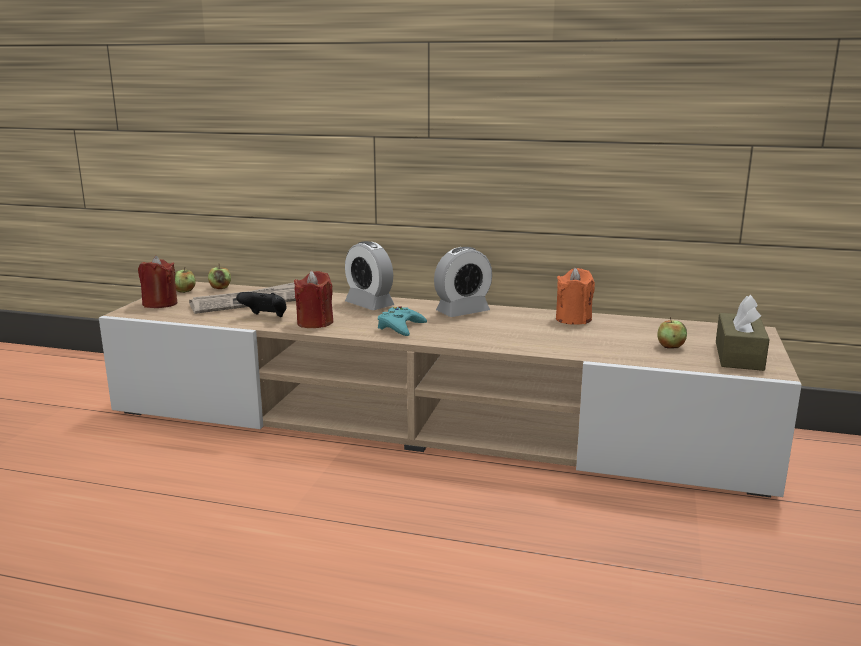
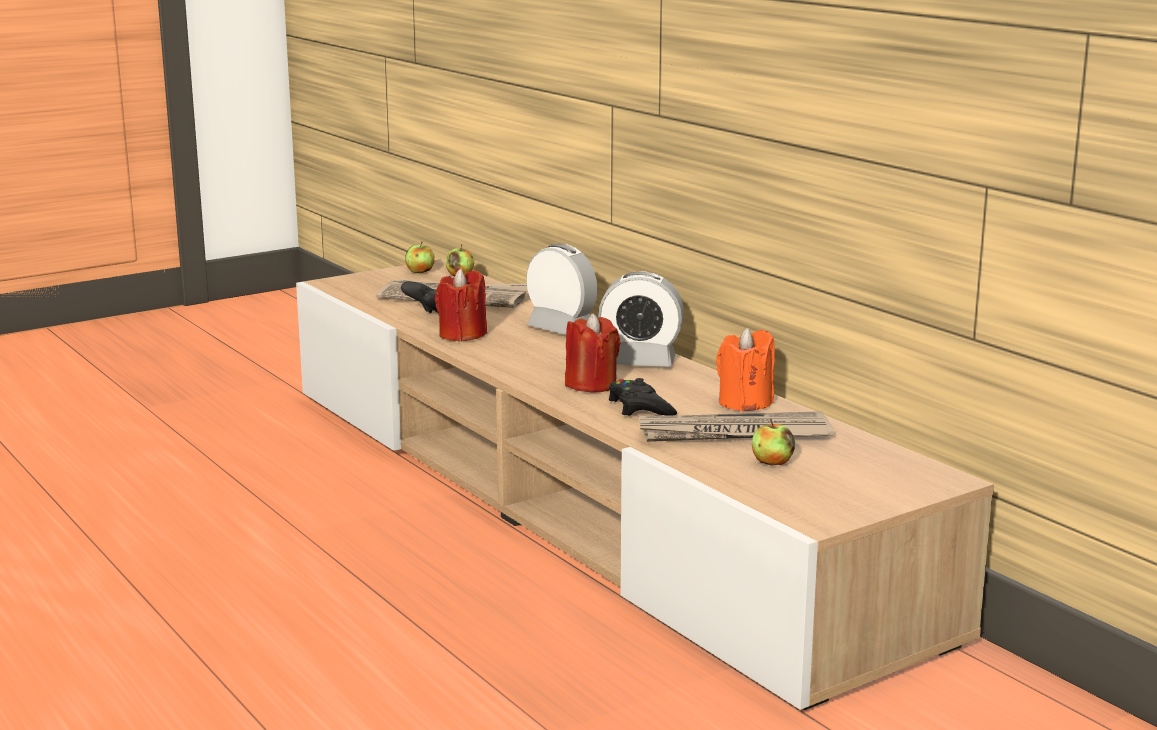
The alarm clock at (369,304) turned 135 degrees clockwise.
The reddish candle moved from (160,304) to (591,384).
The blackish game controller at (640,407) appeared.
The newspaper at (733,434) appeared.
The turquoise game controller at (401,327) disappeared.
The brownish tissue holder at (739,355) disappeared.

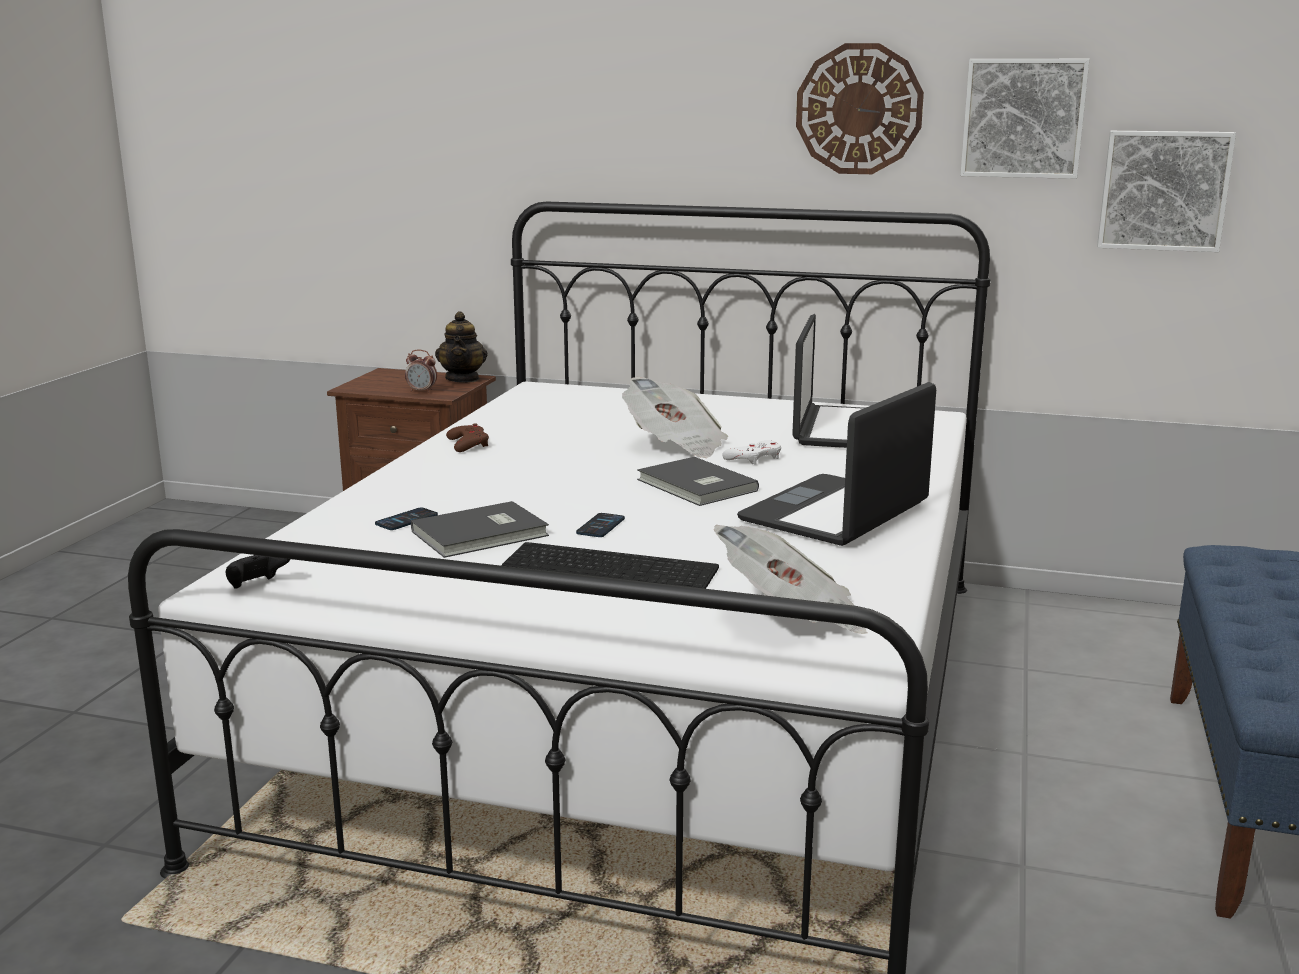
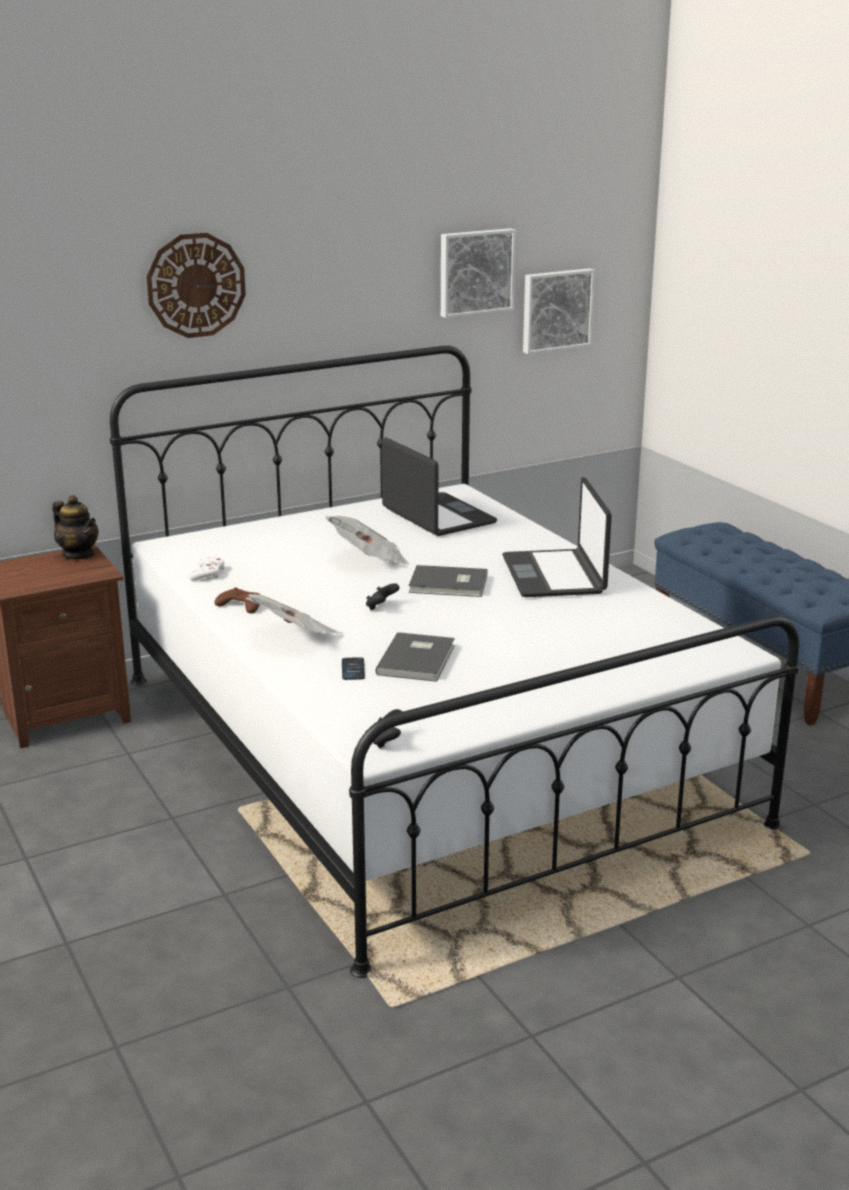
The wall clock moved from (859,109) to (196,285).
The whitish game controller moved from (754,458) to (208,573).
The newspaper moved from (791,617) to (295,638).
The blackish game controller at (381,607) appeared.
The alarm clock at (422,391) disappeared.
The PC keyboard at (613,567) disappeared.
The handset at (600,526) disappeared.

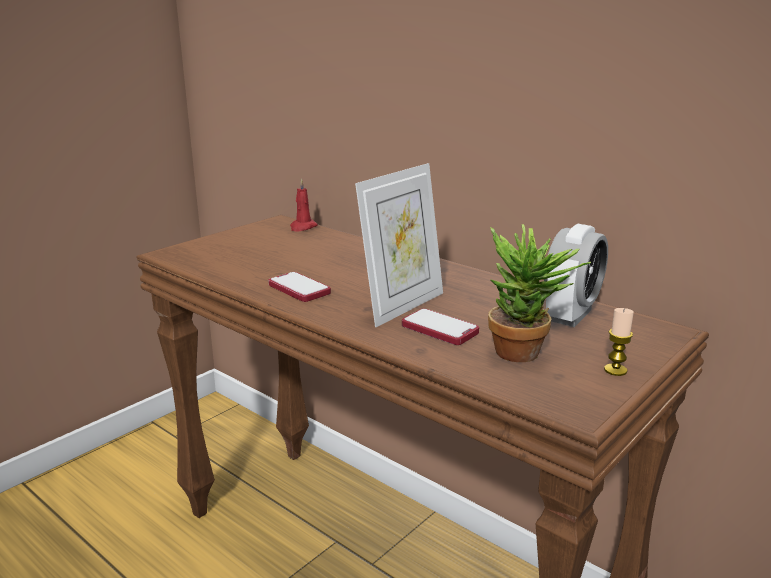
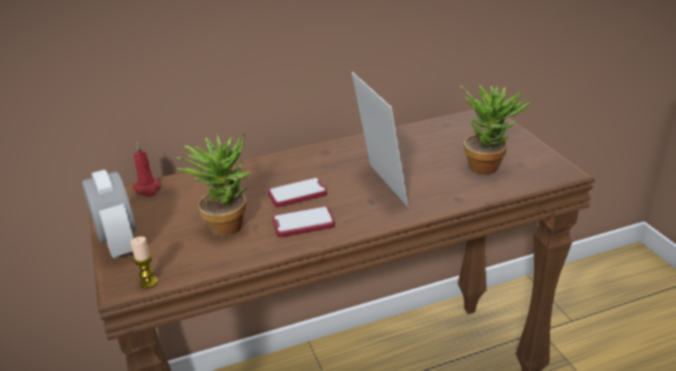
The alarm clock moved from (571,315) to (119,244).
The candle moved from (615,370) to (148,282).
The plant in a pot at (226,222) appeared.
The handset moved from (439,329) to (297,194).

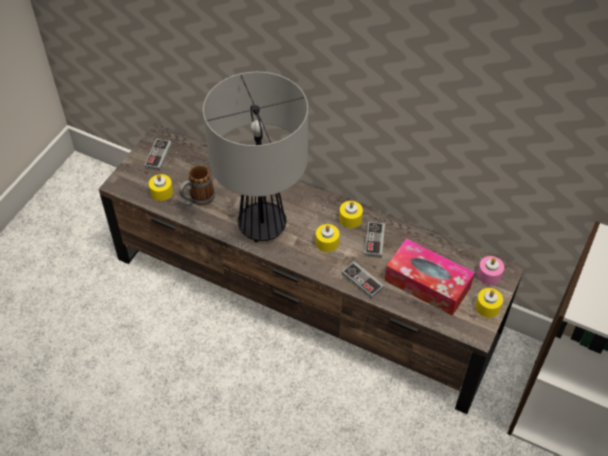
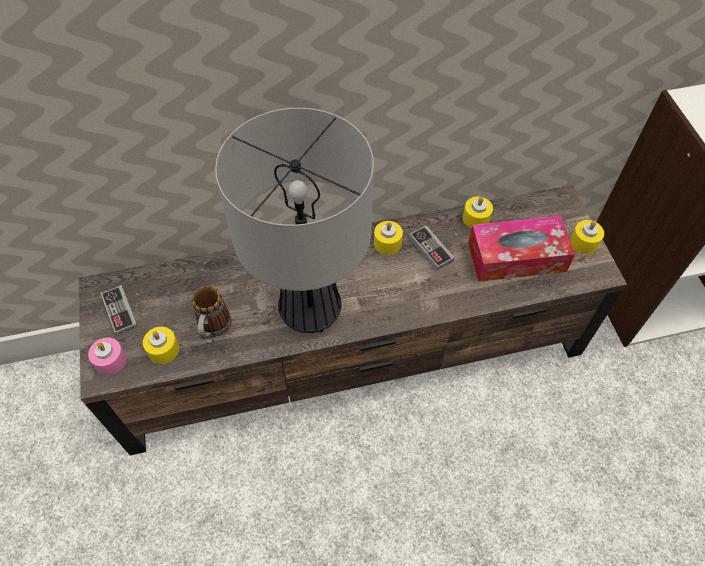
The pink candle moved from (489,275) to (111,360).
The yellowish candle moved from (327,242) to (476,218).
The game controller at (362,281) disappeared.

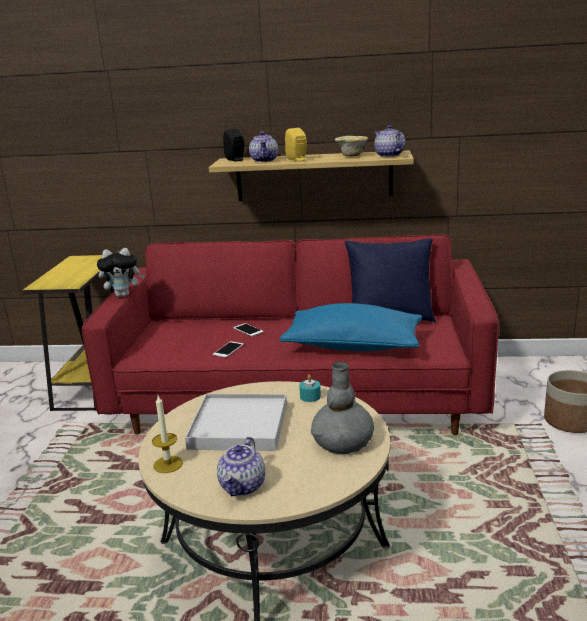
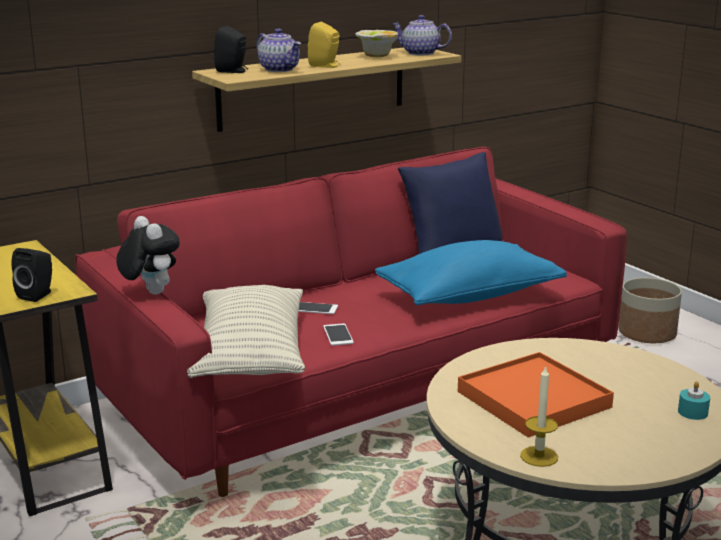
The blackish audio speaker at (38,295) appeared.
The soft toy at (124,295) turned 75 degrees counterclockwise.
The cushion at (250,355) appeared.
The whitish carrying tray at (239,426) became the orange-coloured carrying tray at (533,399).
The turquoise candle moved from (310,396) to (692,412).
The teapot at (243,486) disappeared.
The greyish vase at (343,442) disappeared.

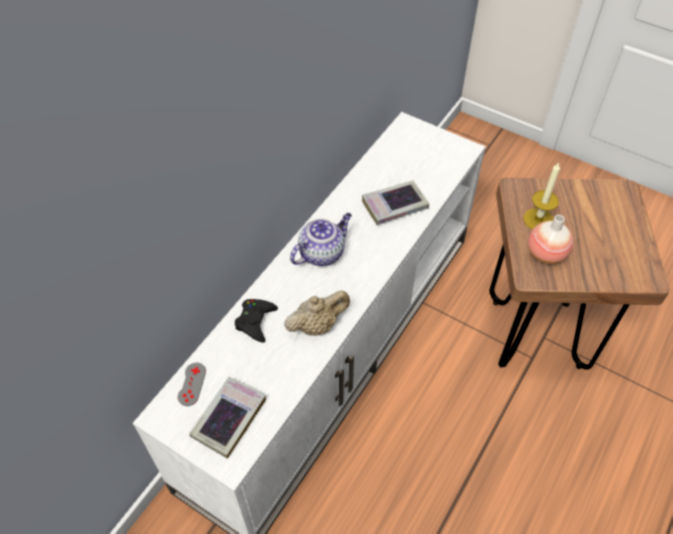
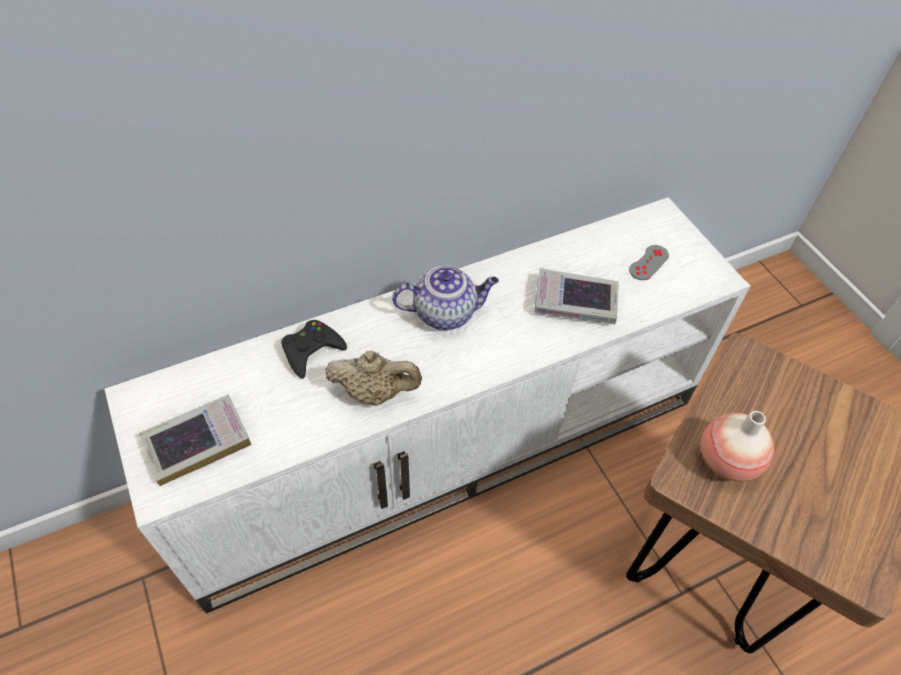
The greyish game controller moved from (192,384) to (648,262).
The candle at (538,219) disappeared.

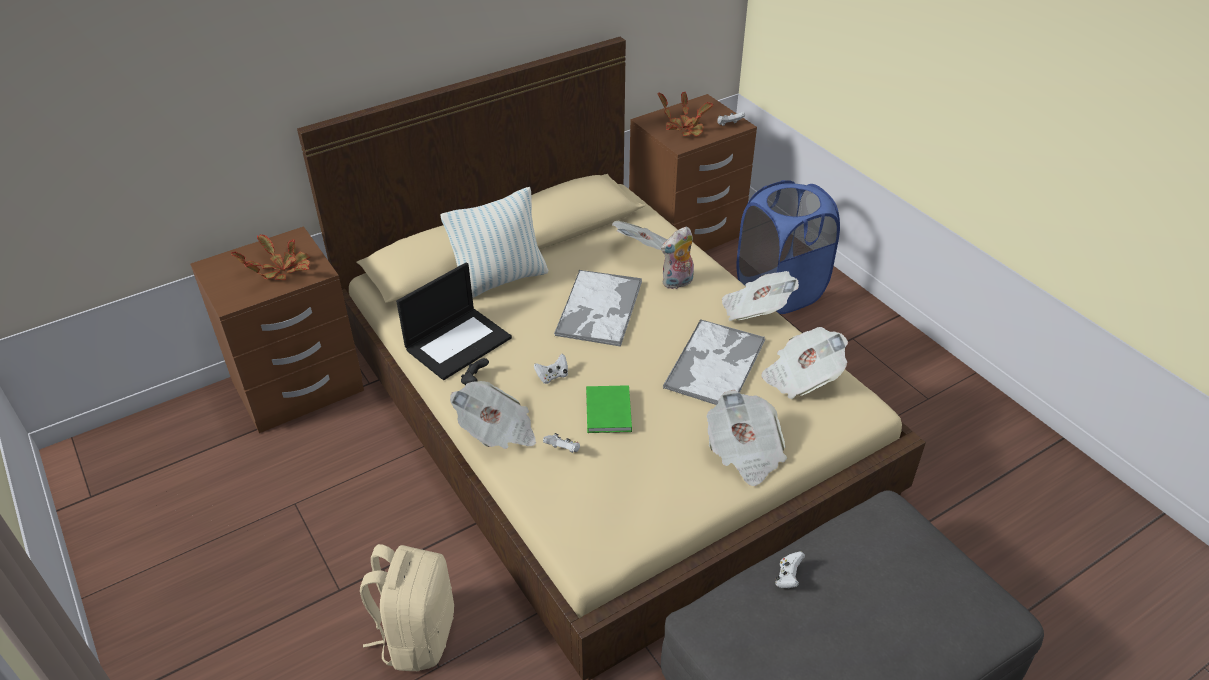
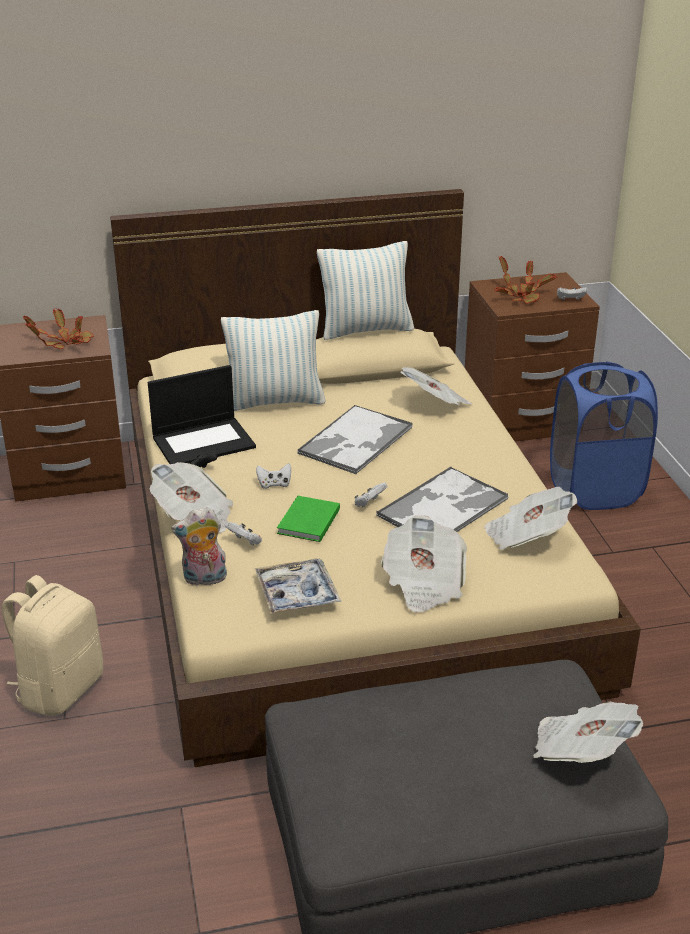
The soft toy moved from (677,283) to (204,579).
The carrying tray at (297,593) appeared.
The cushion at (365,330) appeared.
The whitish game controller moved from (788,577) to (369,503).
The newspaper moved from (755,310) to (581,751).

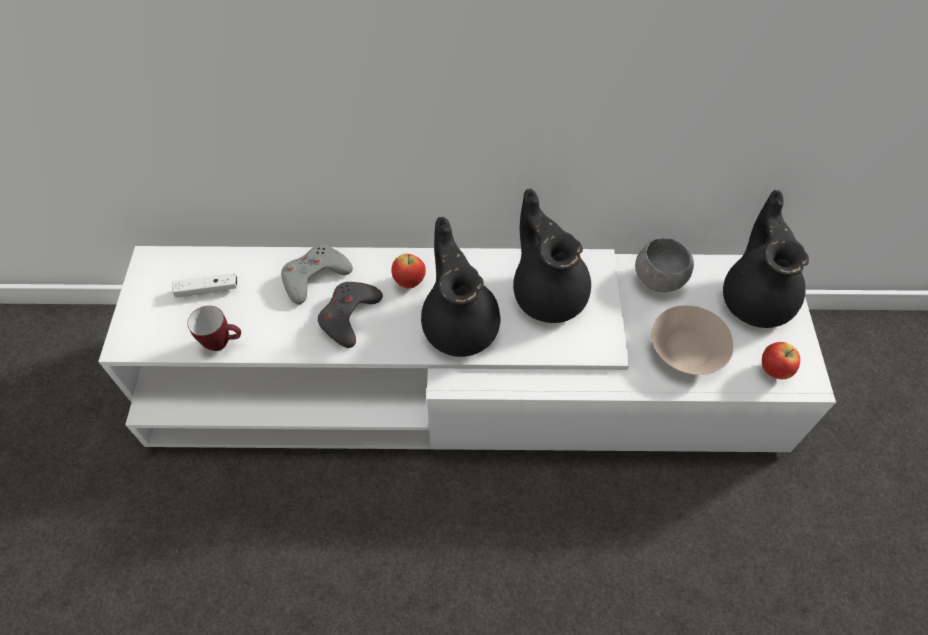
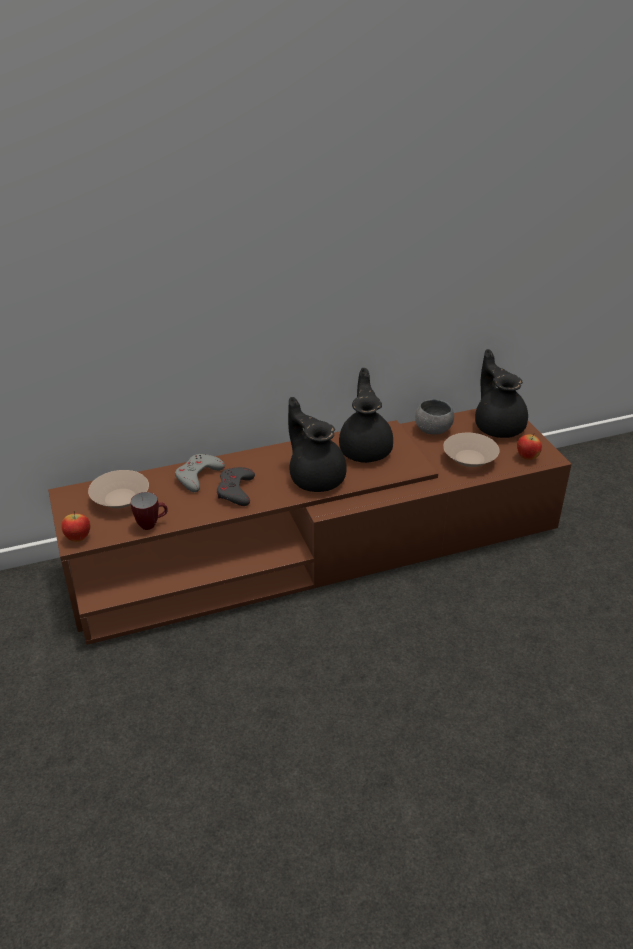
The whitish tv unit at (464,381) became the brownish tv unit at (316,547).
The whole apple moved from (409,282) to (78,538).
The whitish game controller at (207,290) was replaced by the beige-coloured bowl at (121,500).
The blackish teapot at (548,293) turned 45 degrees clockwise.

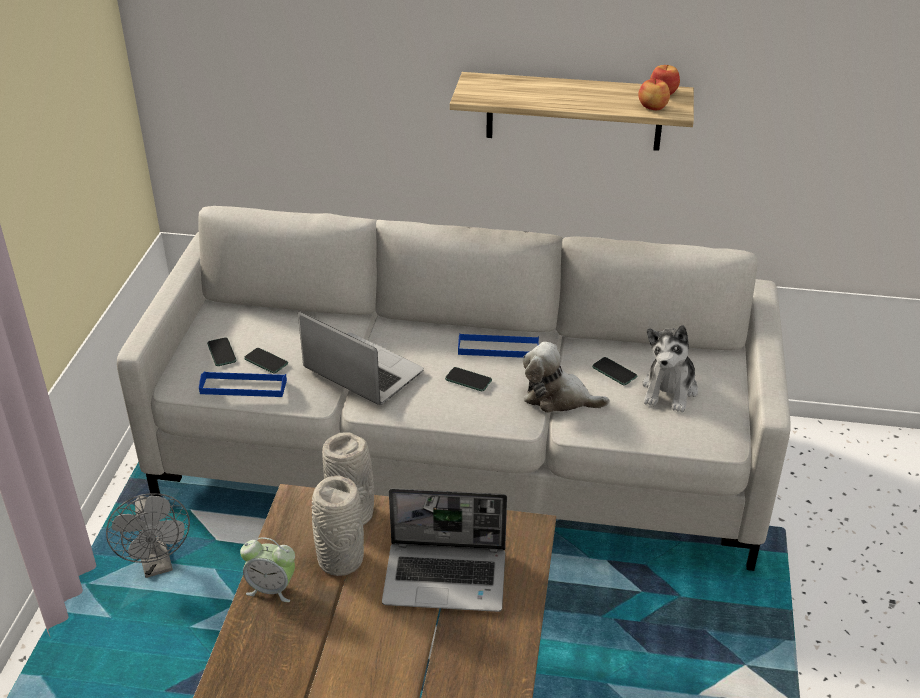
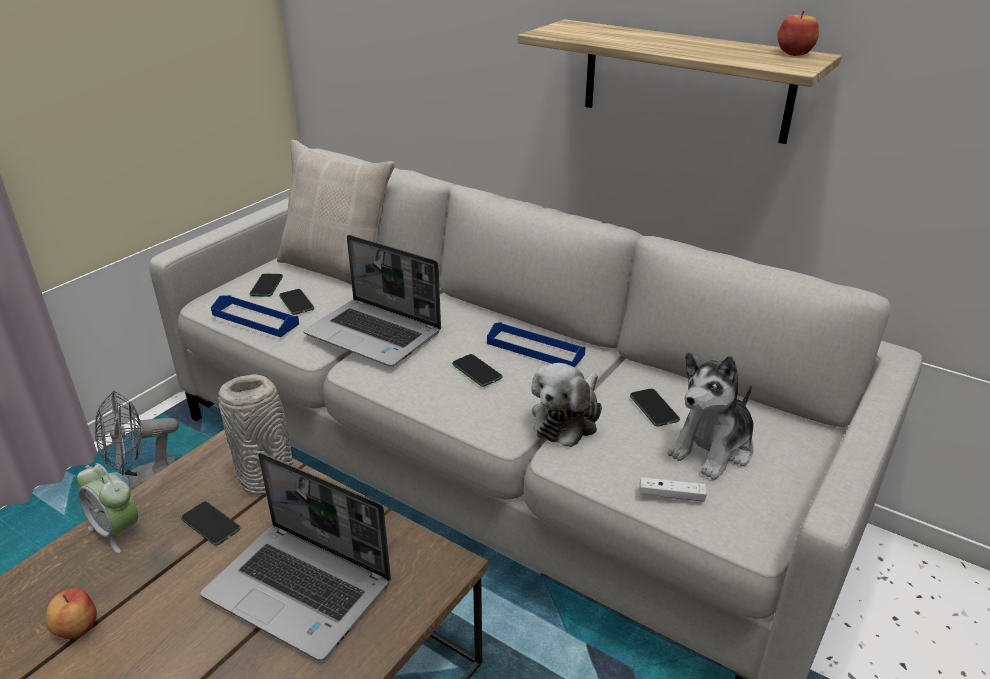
The whole apple moved from (652,107) to (76,628).
The greyish electric fan at (157,565) turned 60 degrees clockwise.
The greyish vase at (340,559) was replaced by the handset at (210,524).
The beige-coloured cushion at (338,268) appeared.
The portable computer at (361,371) turned 150 degrees clockwise.
The soft toy at (558,398) turned 105 degrees counterclockwise.
The whitish game controller at (671,495) appeared.

